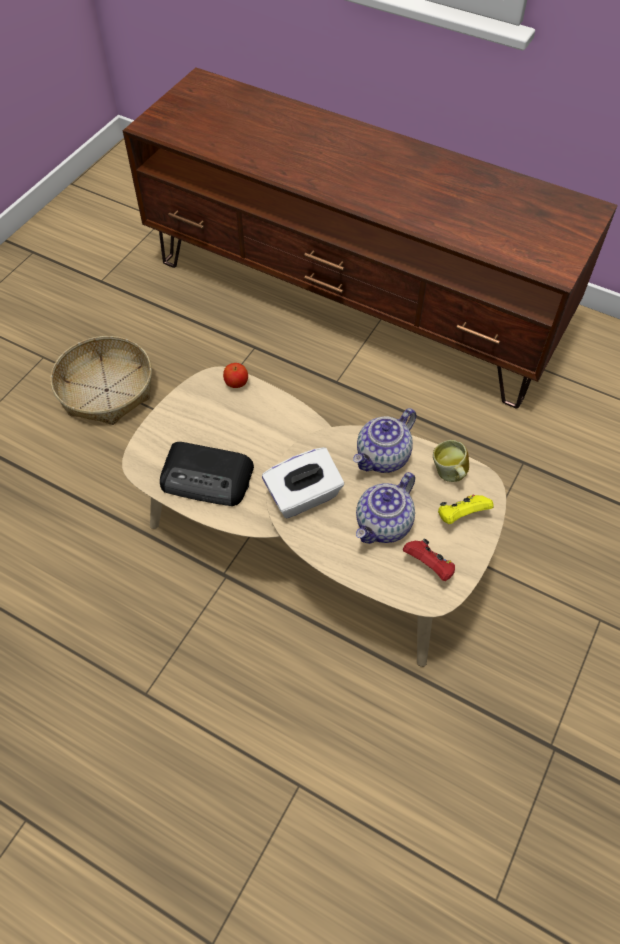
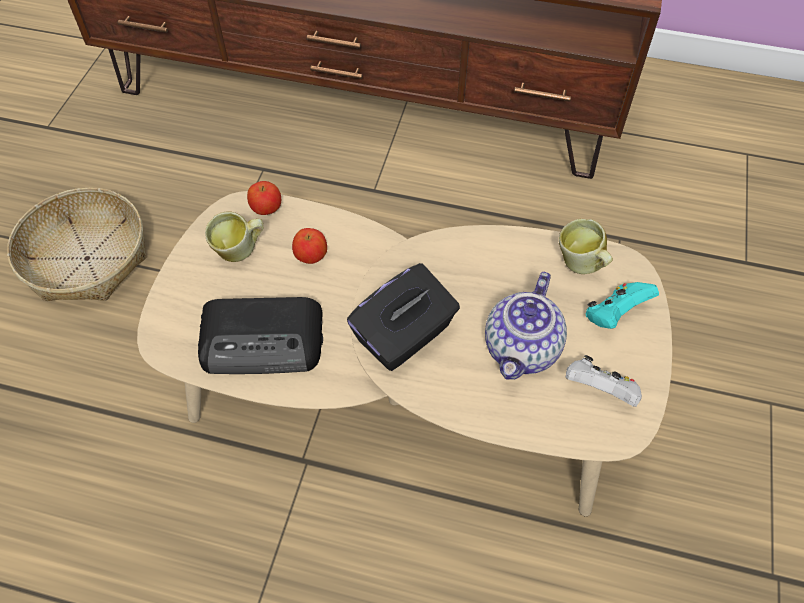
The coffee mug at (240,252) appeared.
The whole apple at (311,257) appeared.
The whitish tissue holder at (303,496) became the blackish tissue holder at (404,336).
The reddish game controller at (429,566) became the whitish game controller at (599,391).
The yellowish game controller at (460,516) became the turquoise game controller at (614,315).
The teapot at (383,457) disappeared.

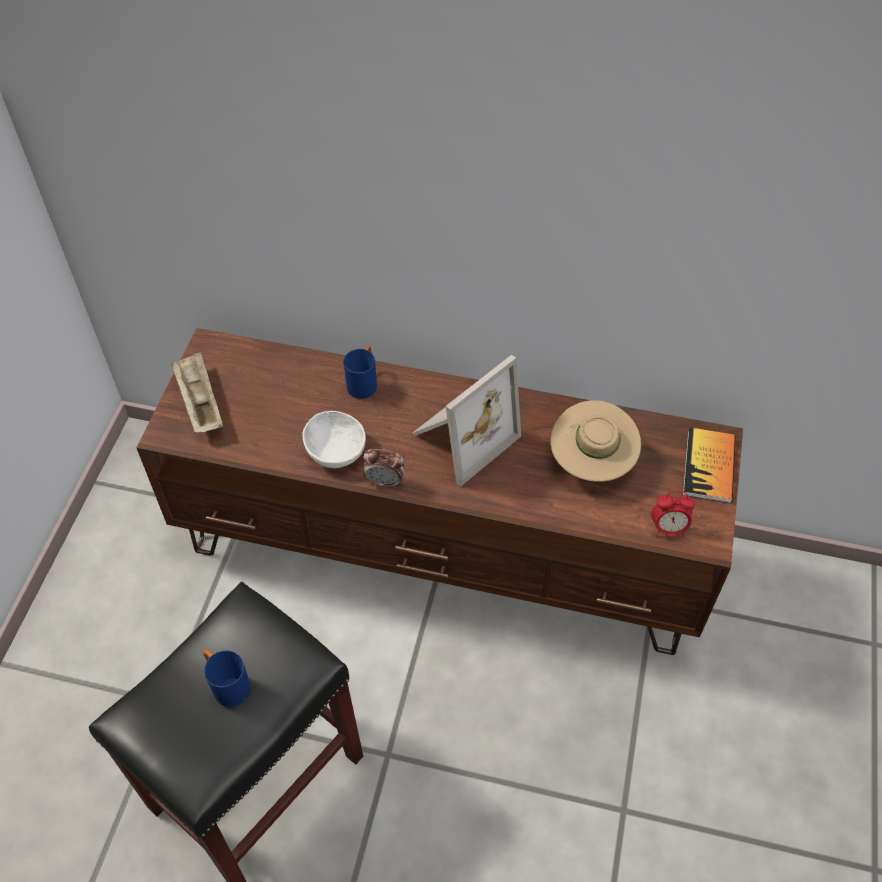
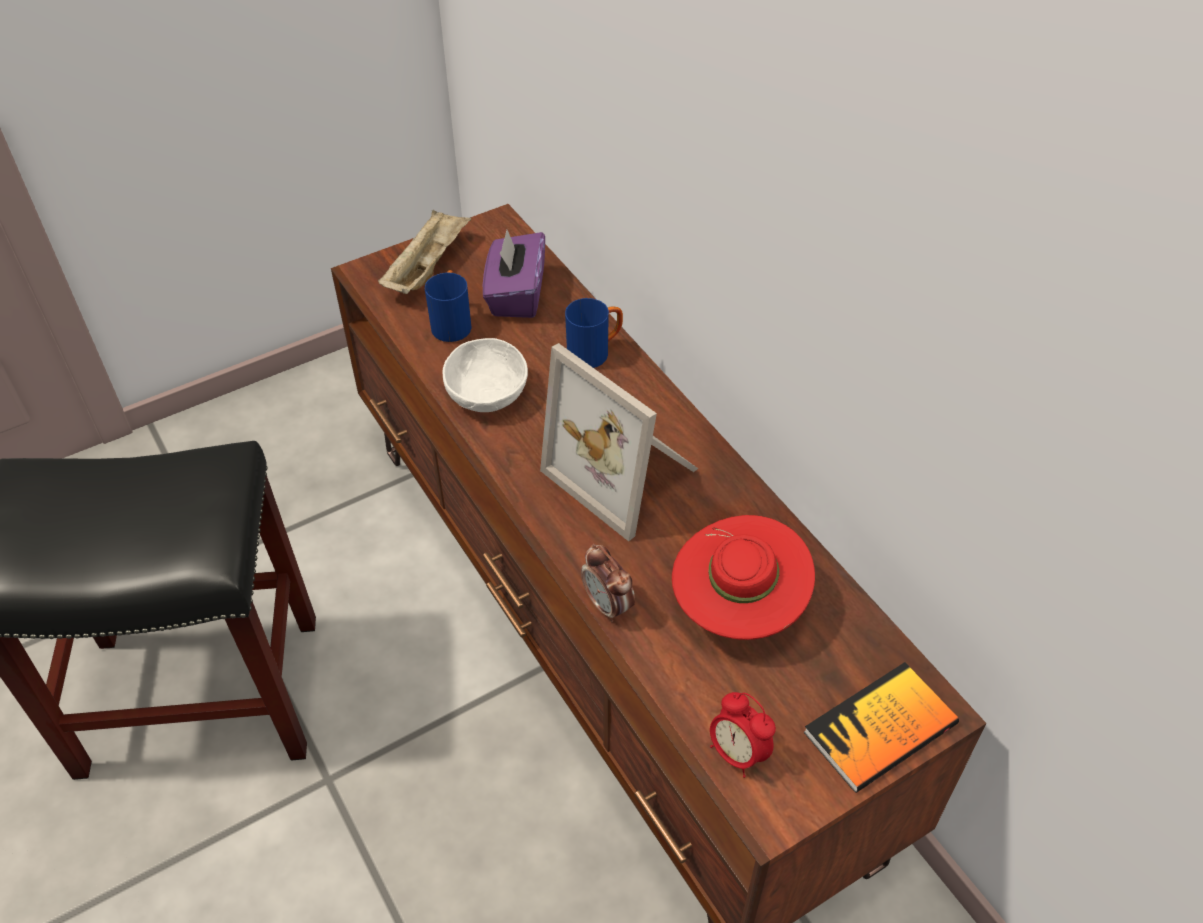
The blue-coloured coffee mug moved from (227,684) to (452,323).
The purplish tissue holder at (516,295) appeared.
The picture frame at (461,436) turned 45 degrees clockwise.
The alarm clock moved from (384,481) to (608,605).
The beige-coloured wearable hat at (591,462) became the reddish wearable hat at (737,607).

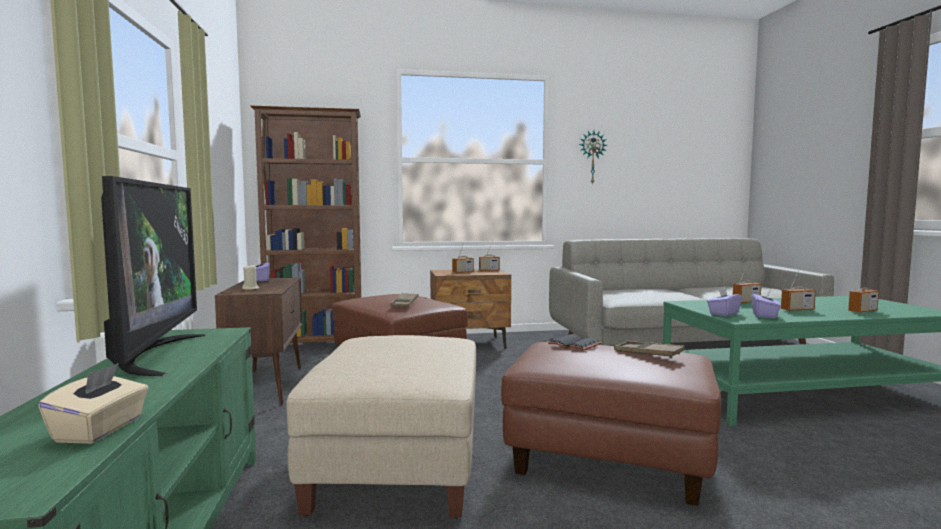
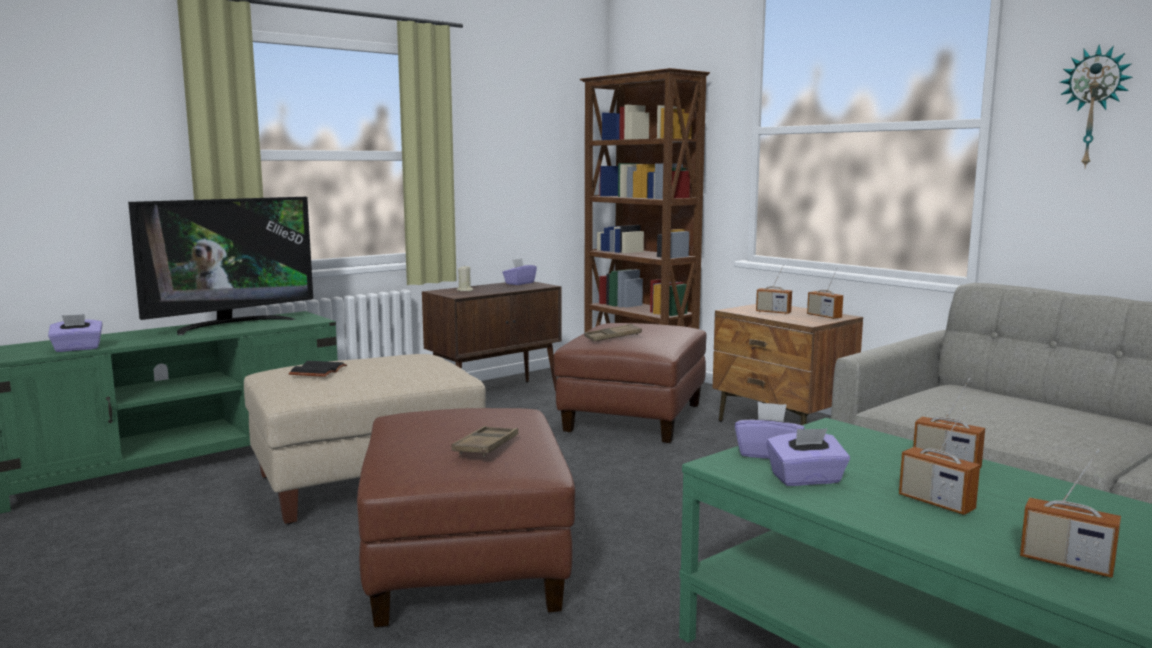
The beige-coloured tissue holder at (100,430) became the purplish tissue holder at (77,348).
The blackish bound book moved from (575,344) to (319,371).

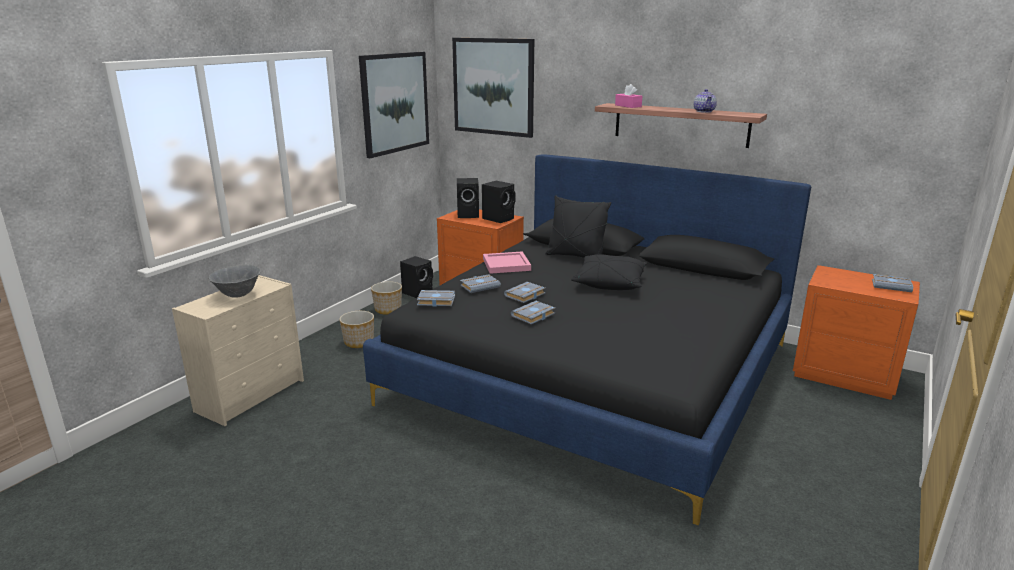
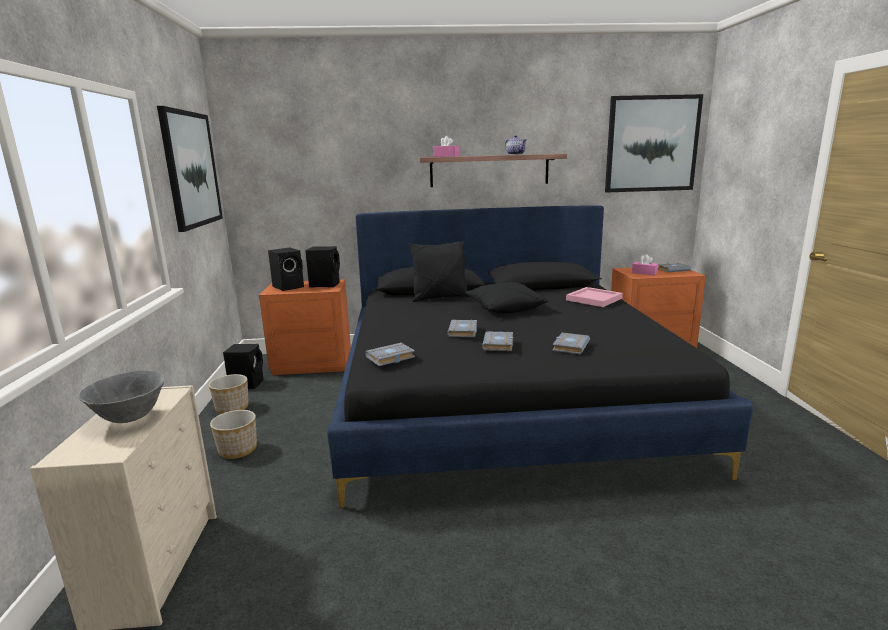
The greyish bound book moved from (480,286) to (569,346).
The pink carrying tray moved from (506,265) to (594,299).
The wall art moved from (493,87) to (651,144).
The pink tissue holder at (644,273) appeared.

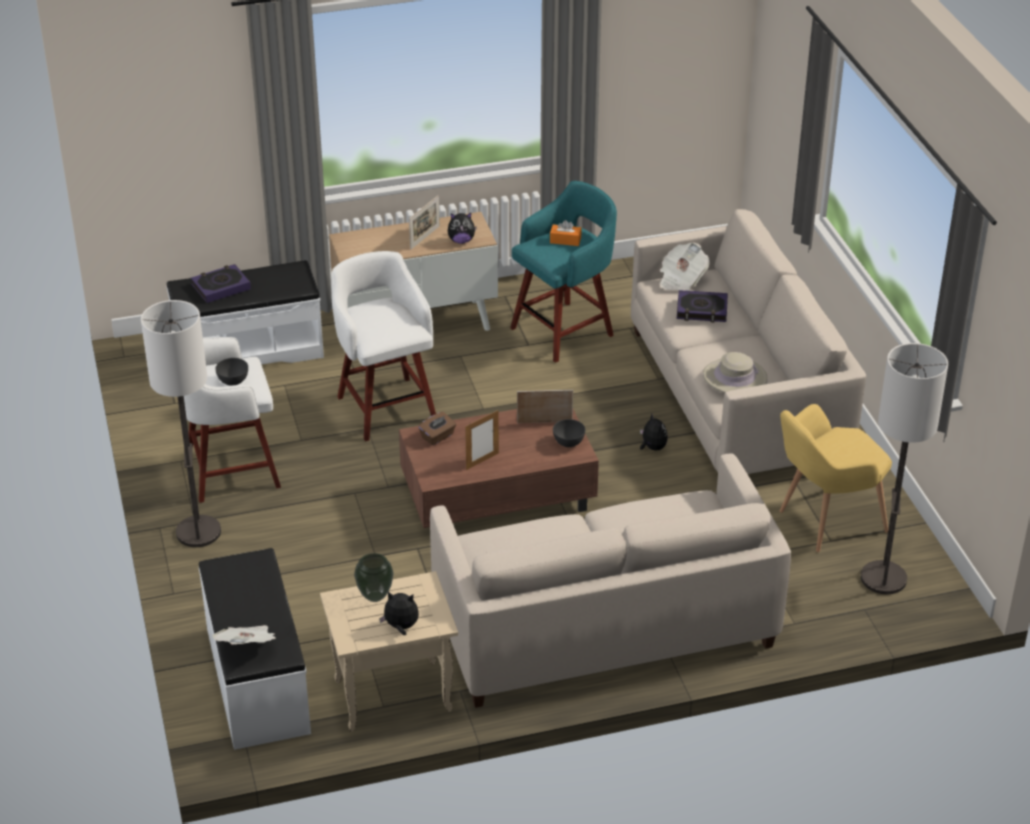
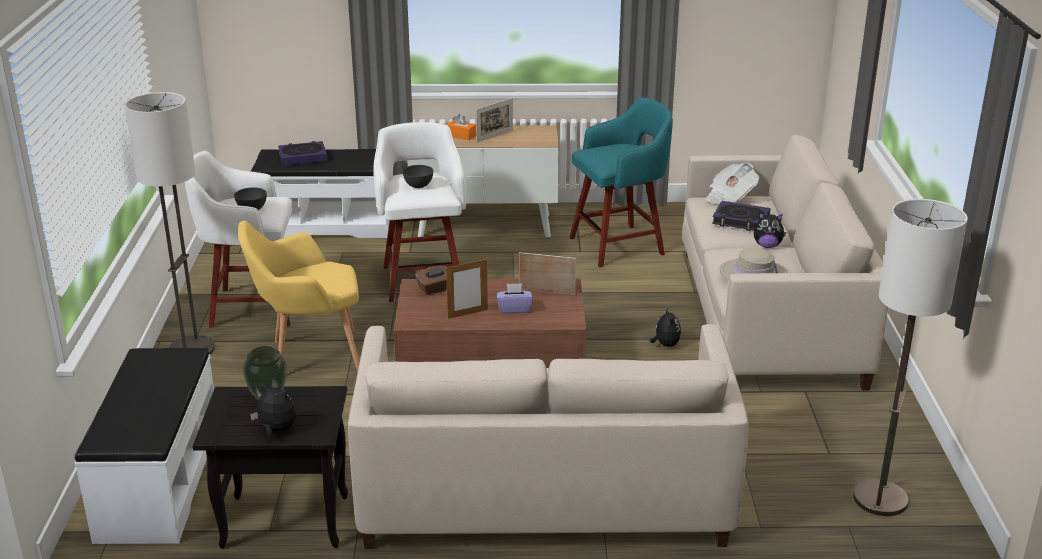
The beige-coloured accent table at (391,697) became the blackish accent table at (283,522).
The yellowish lounge chair moved from (824,522) to (309,356).
The greyish bowl moved from (568,442) to (418,185).
The orange-coloured tissue holder moved from (565,240) to (461,135).
The purplish tissue holder at (514,309) appeared.
The soft toy moved from (461,241) to (767,246).
The newspaper at (247,646) disappeared.

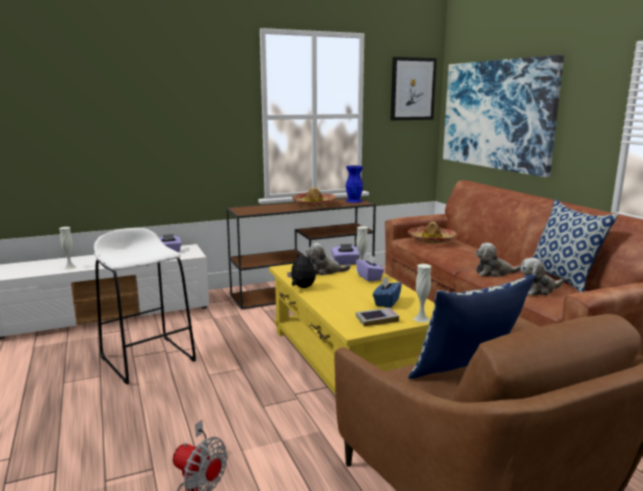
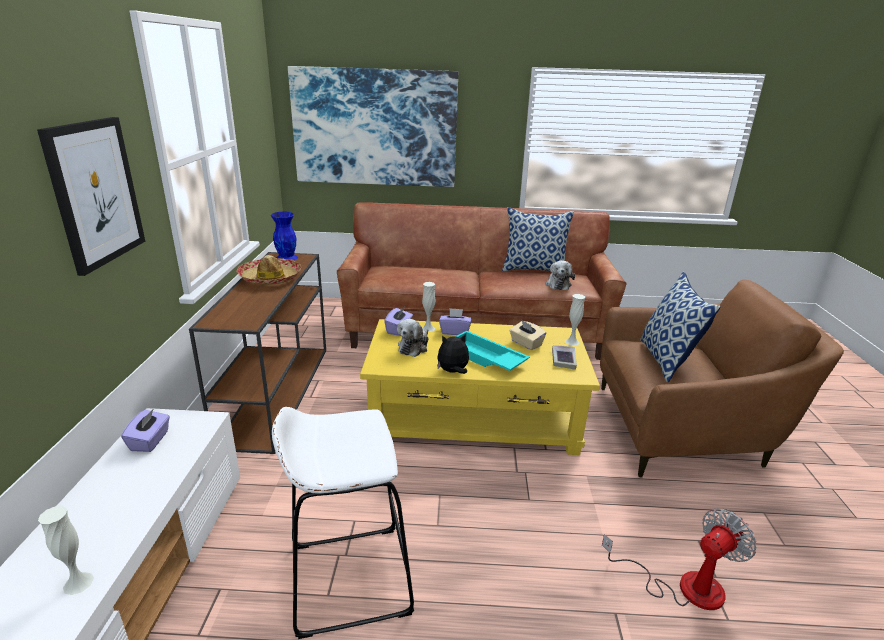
The wall art moved from (412,89) to (95,193).
The turquoise carrying tray at (484,358) appeared.
The blue-coloured tissue holder at (386,302) became the beige-coloured tissue holder at (526,344).
The wearable hat at (431,240) disappeared.
The soft toy at (494,273) disappeared.

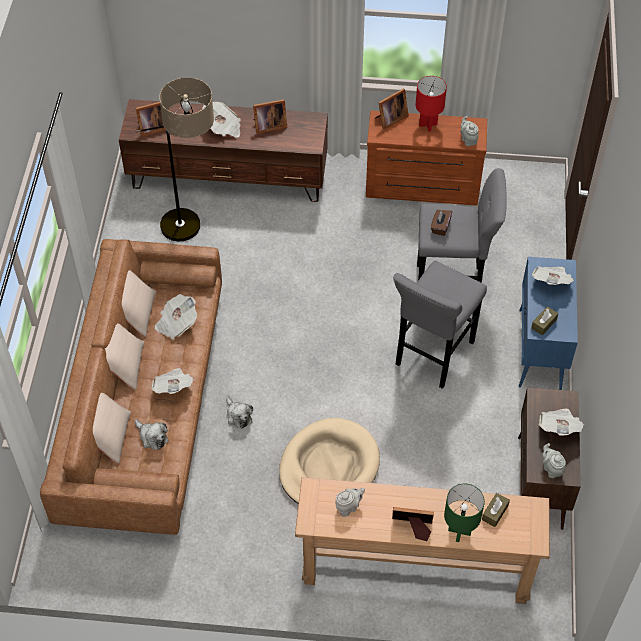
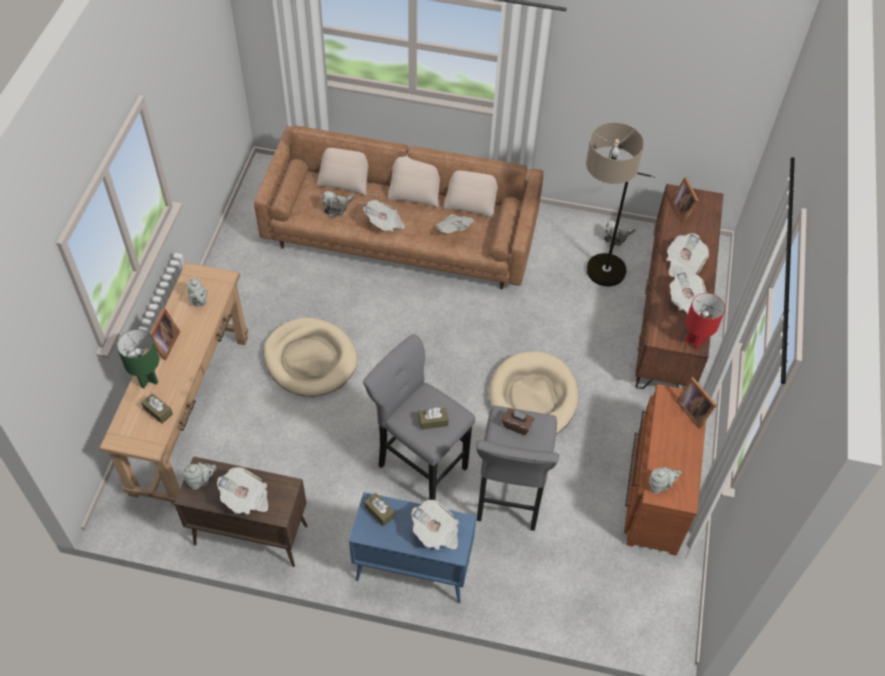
The brownish tissue holder at (433,421) appeared.
The beige-coloured pet bed at (532,398) appeared.
The soft toy moved from (238,415) to (616,237).
The picture frame at (268,125) was replaced by the newspaper at (687,302).
The reddish table lamp moved from (427,124) to (695,341).

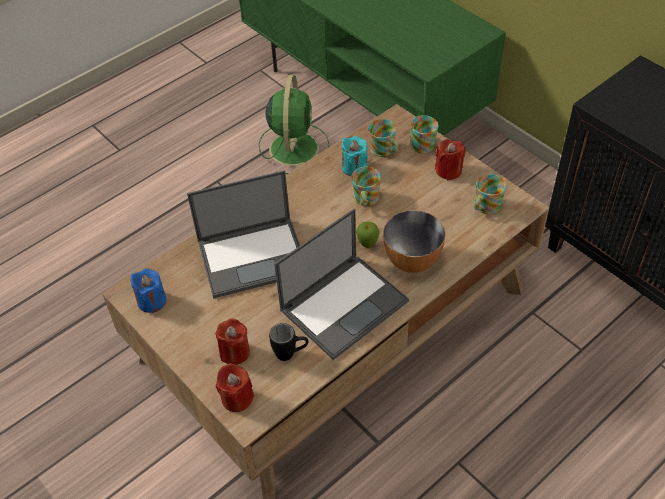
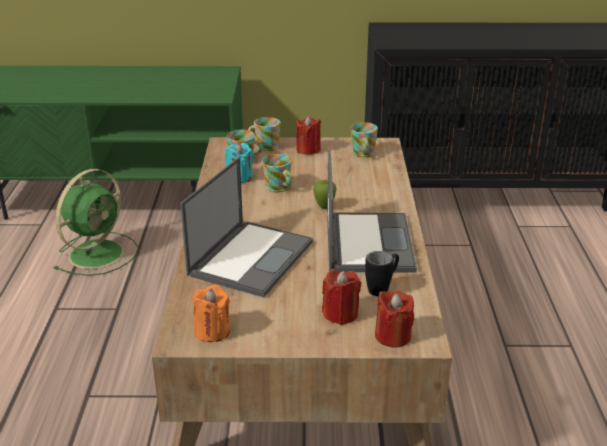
The green electric fan at (294,147) turned 75 degrees clockwise.
The blue-coloured candle at (152,301) became the orange-coloured candle at (212,331).
The bowl at (412,260) disappeared.

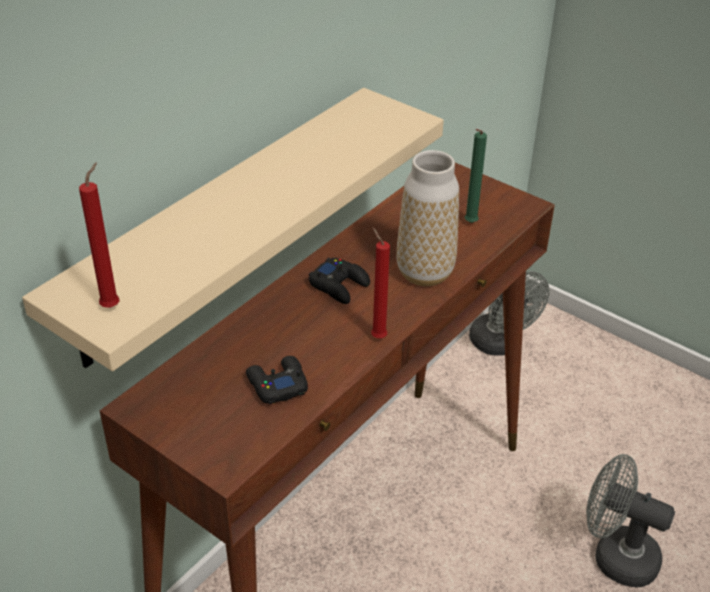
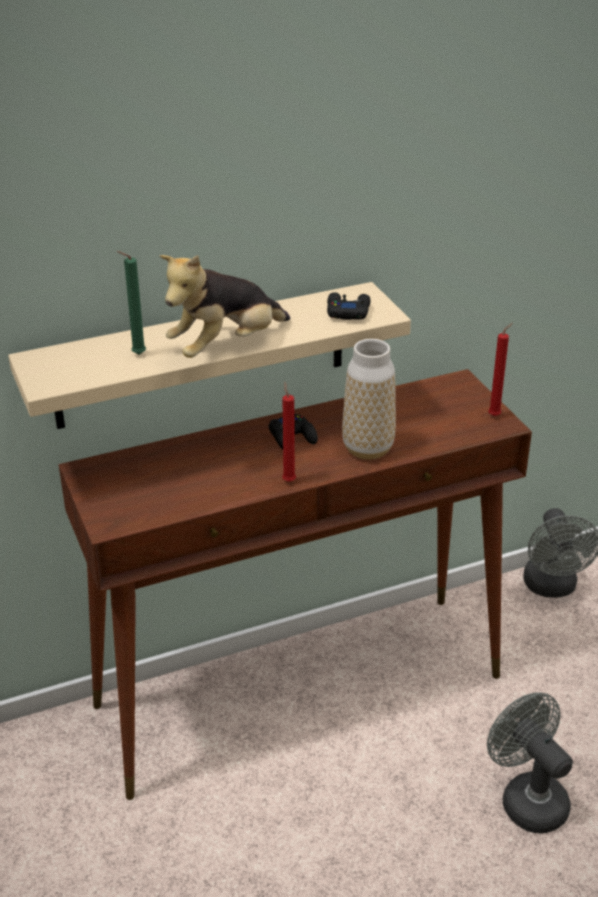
The green candle moved from (469,224) to (136,355).
The soft toy at (226,346) appeared.
The blackish game controller moved from (277,384) to (347,311).
The reddish candle moved from (112,305) to (496,415).

